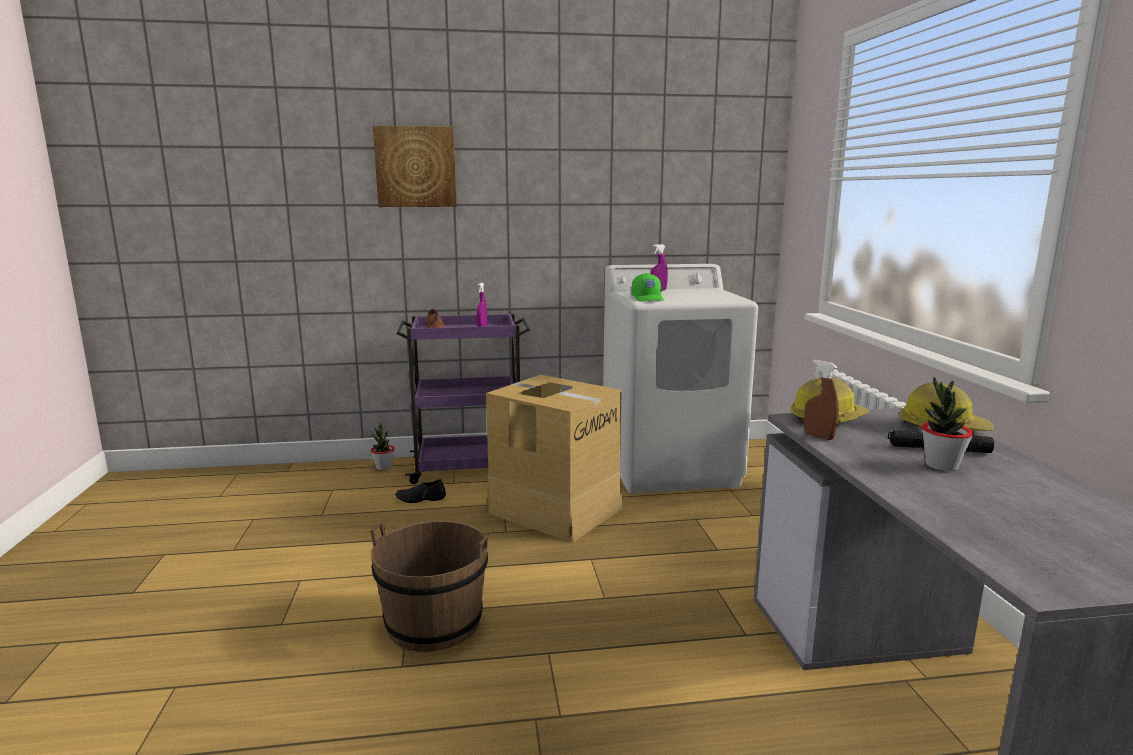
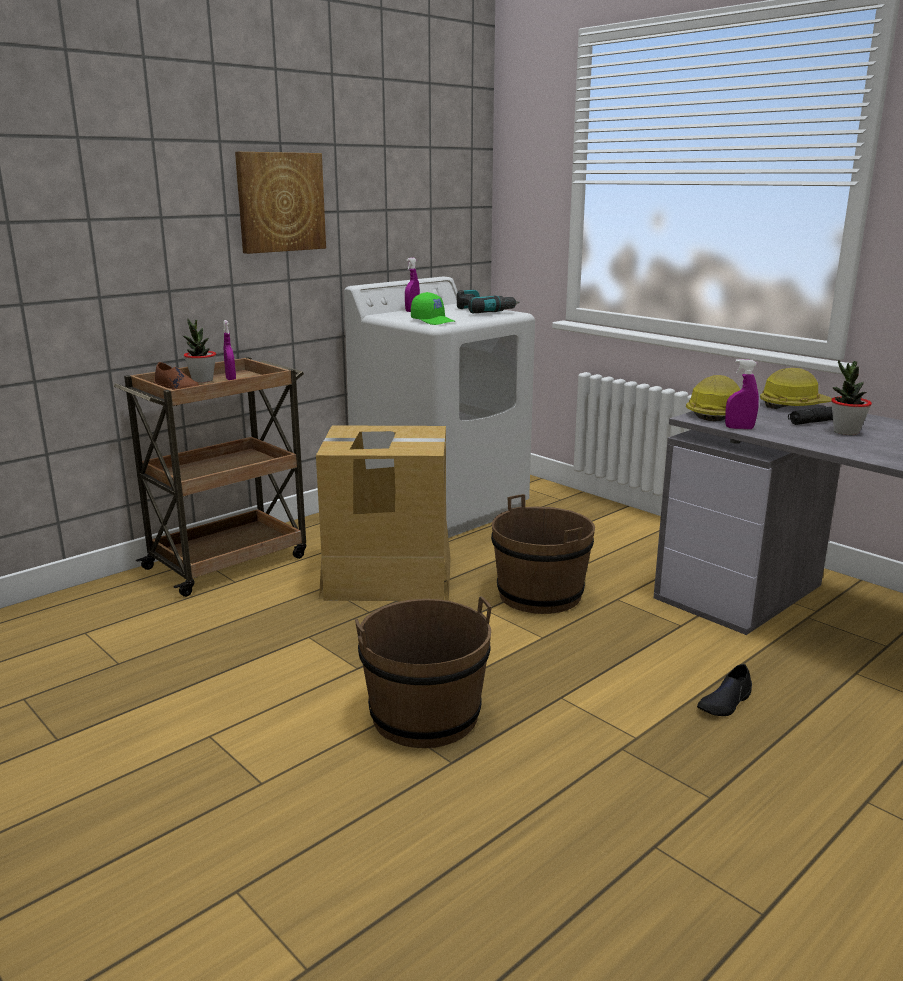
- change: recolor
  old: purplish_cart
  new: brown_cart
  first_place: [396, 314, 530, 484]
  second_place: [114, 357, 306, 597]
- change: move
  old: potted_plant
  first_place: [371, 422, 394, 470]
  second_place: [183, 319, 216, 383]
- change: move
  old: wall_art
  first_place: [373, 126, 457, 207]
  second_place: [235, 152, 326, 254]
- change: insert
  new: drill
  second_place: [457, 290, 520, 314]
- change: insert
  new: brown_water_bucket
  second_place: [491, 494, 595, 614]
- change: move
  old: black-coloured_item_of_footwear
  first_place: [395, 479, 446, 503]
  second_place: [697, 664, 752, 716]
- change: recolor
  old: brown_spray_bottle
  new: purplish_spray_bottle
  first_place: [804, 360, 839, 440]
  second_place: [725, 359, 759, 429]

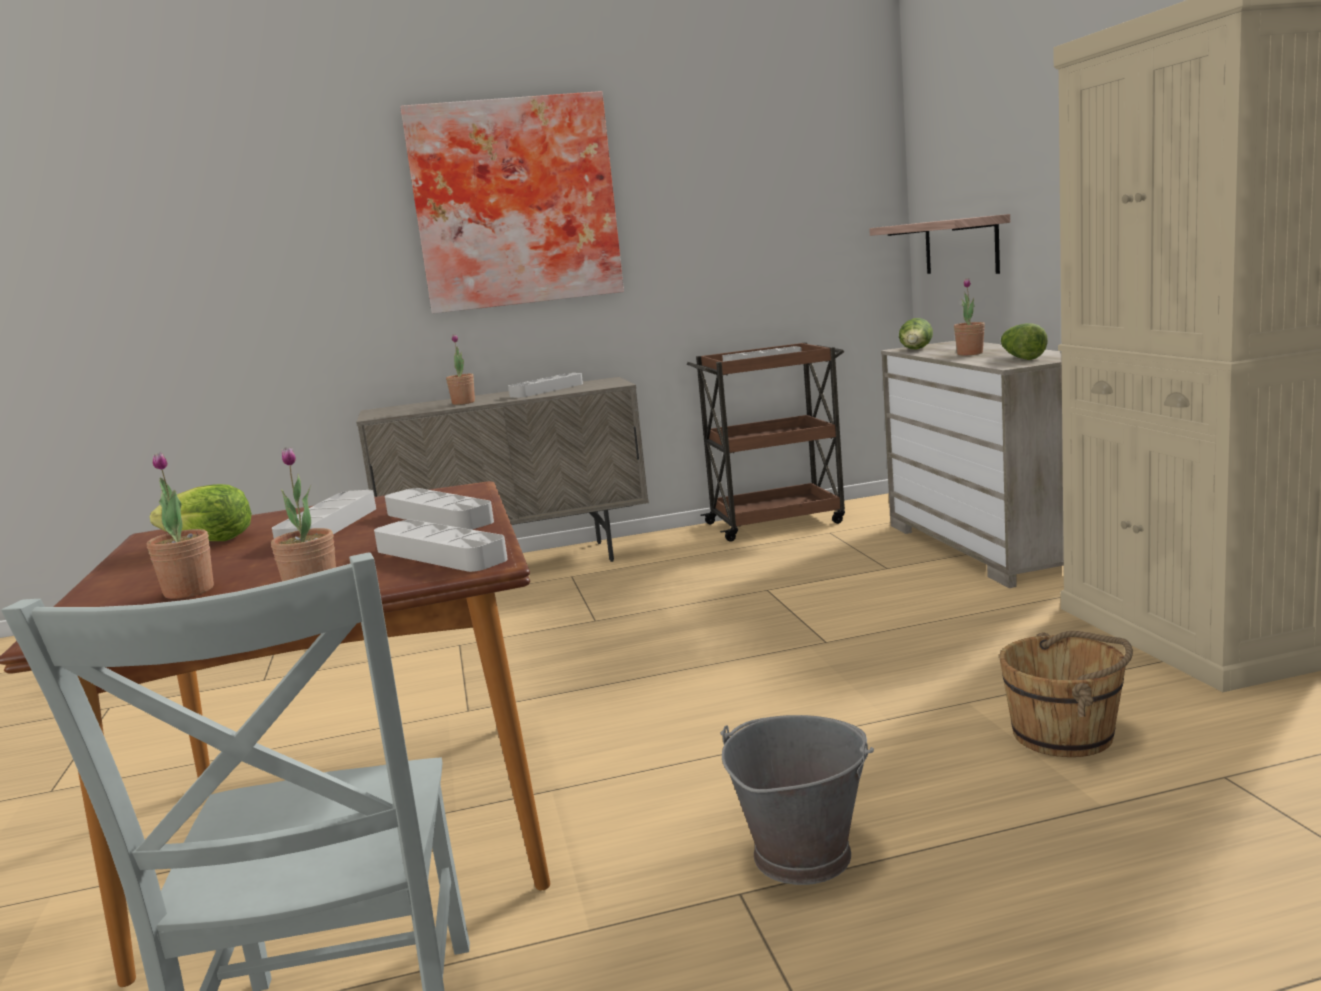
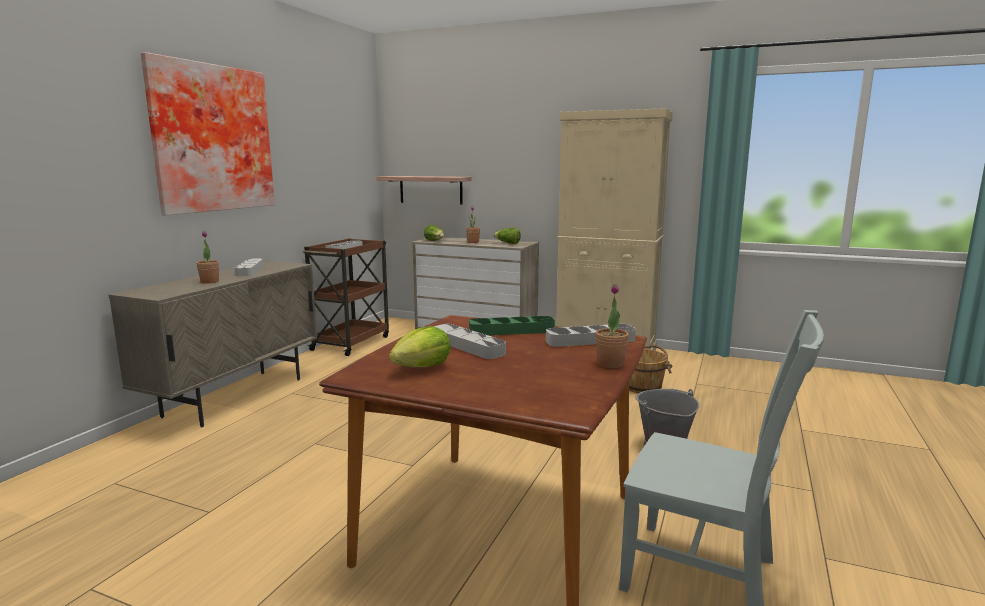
- change: recolor
  old: greyish_tray
  new: greenish_tray
  first_place: [385, 488, 494, 530]
  second_place: [469, 316, 555, 335]
- change: delete
  old: potted_plant
  first_place: [147, 452, 214, 599]

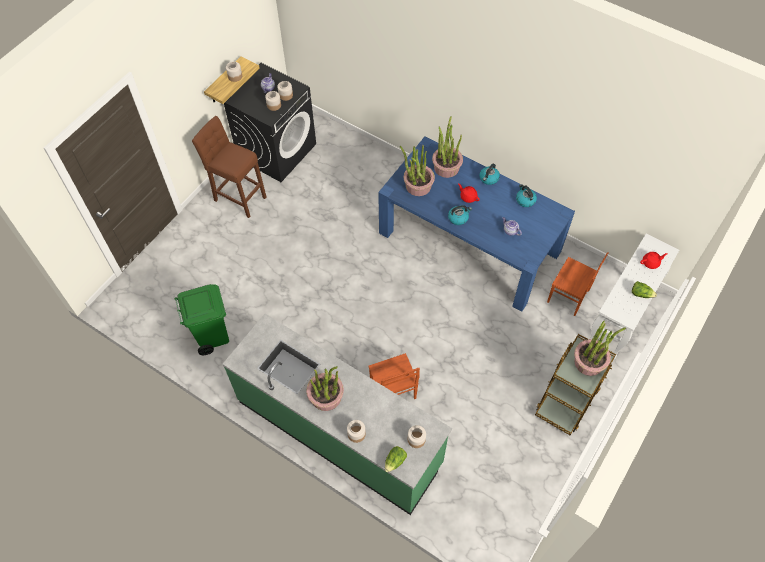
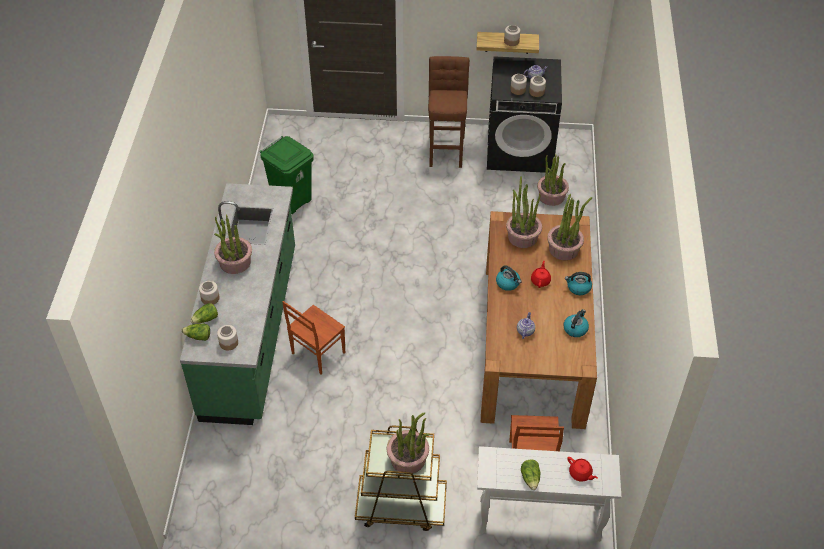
- change: insert
  new: lettuce
  second_place: [190, 303, 218, 323]
- change: recolor
  old: blue_dining_table
  new: brown_dining_table
  first_place: [378, 137, 575, 312]
  second_place: [481, 211, 597, 429]
- change: insert
  new: potted_plant
  second_place: [537, 154, 569, 206]

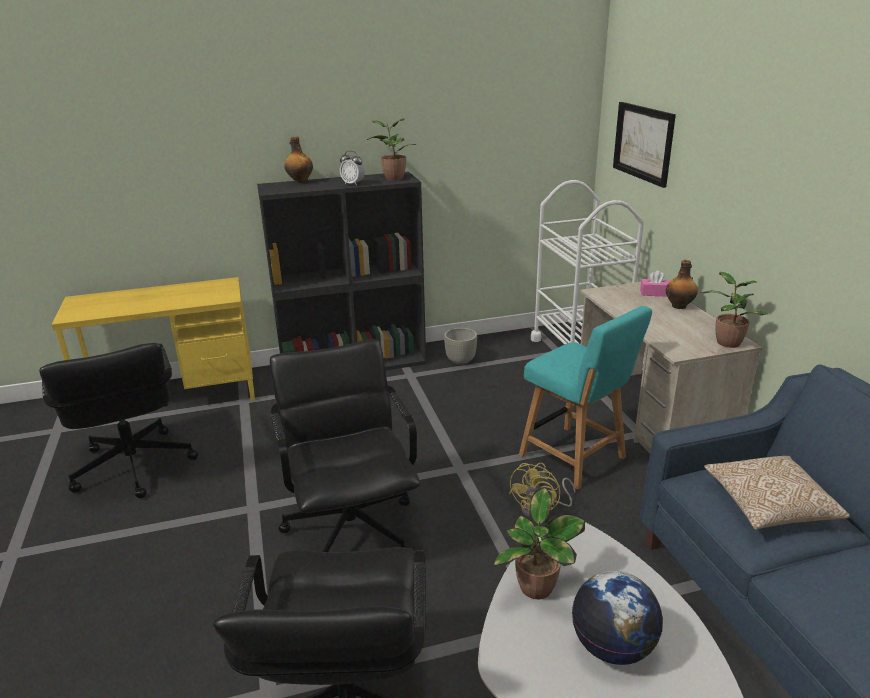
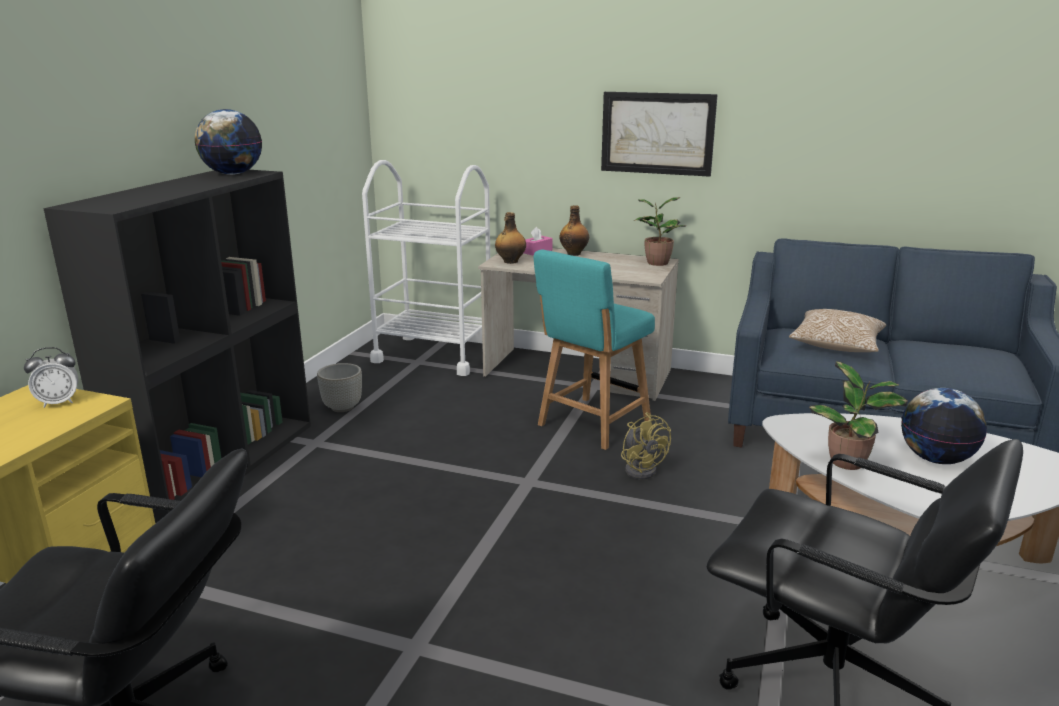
- change: move
  old: table_clock
  first_place: [340, 151, 365, 186]
  second_place: [24, 347, 78, 408]
- change: replace
  old: potted_plant
  new: globe
  first_place: [366, 118, 416, 180]
  second_place: [195, 109, 262, 175]
- change: move
  old: bottle
  first_place: [284, 136, 313, 183]
  second_place: [495, 212, 526, 264]
- change: rotate
  old: blue-green_upright_chair
  first_place: [519, 306, 652, 490]
  second_place: [534, 250, 655, 450]
  degrees: 135
- change: move
  old: wall_art
  first_place: [613, 102, 676, 188]
  second_place: [601, 92, 718, 177]
- change: delete
  old: black-coloured_office_chair
  first_place: [270, 339, 420, 552]

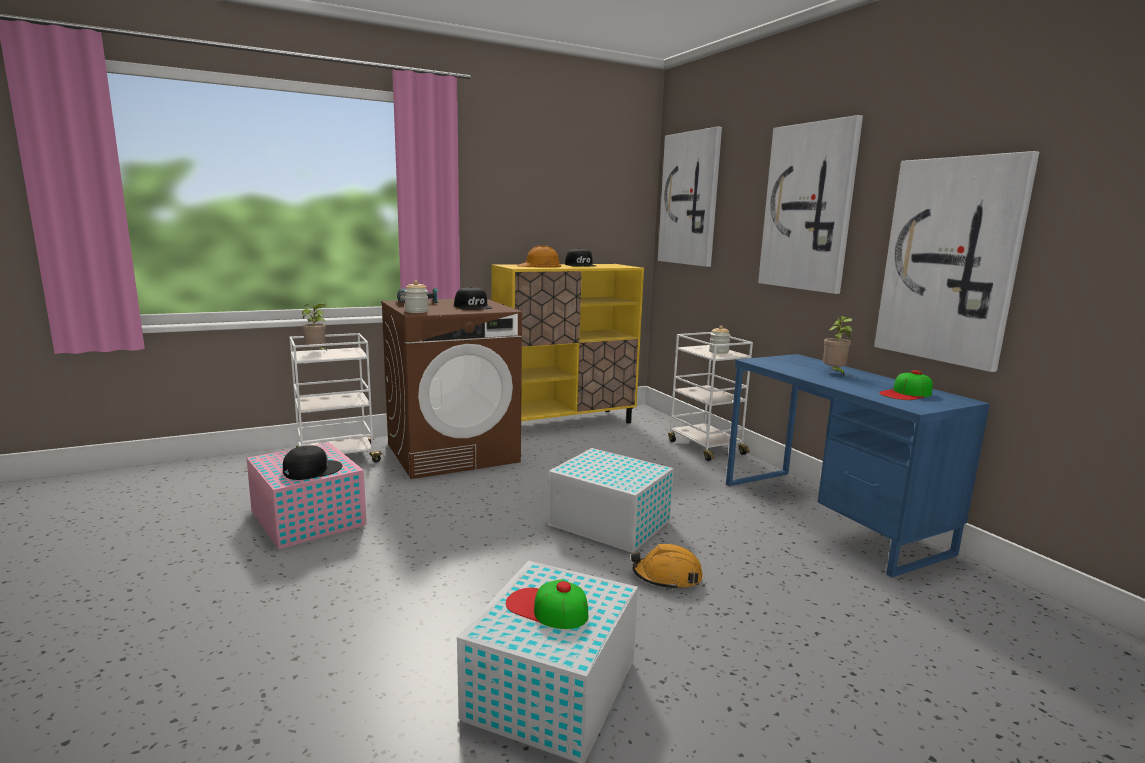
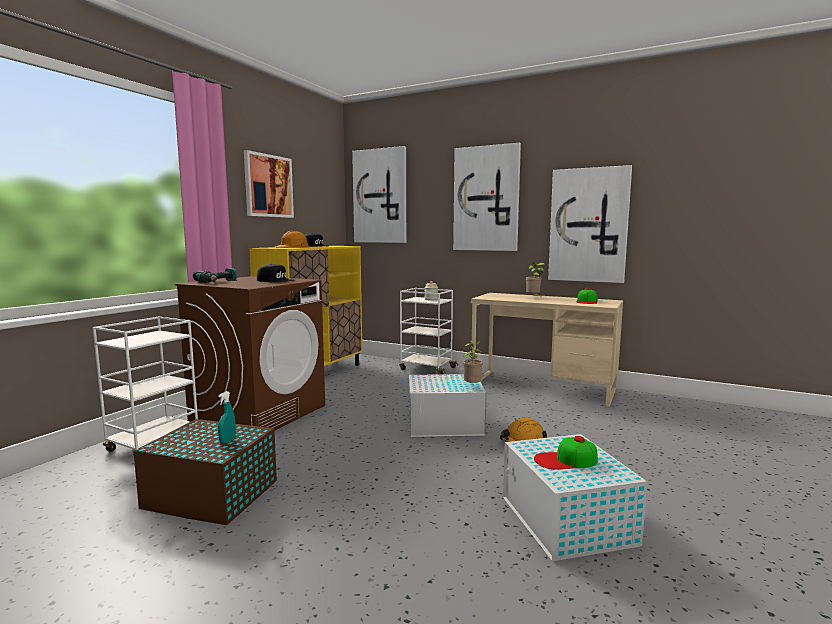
- change: recolor
  old: pink-coloured_storage_container
  new: brown_storage_container
  first_place: [247, 442, 367, 549]
  second_place: [134, 419, 277, 525]
- change: replace
  old: black-coloured_cap
  new: blue-green_spray_bottle
  first_place: [283, 445, 343, 480]
  second_place: [218, 391, 236, 444]
- change: insert
  new: wall_art
  second_place: [244, 150, 294, 218]
- change: move
  old: potted_plant
  first_place: [302, 303, 327, 350]
  second_place: [463, 341, 483, 383]
- change: recolor
  old: blue_desk
  new: beige-coloured_desk
  first_place: [726, 354, 990, 577]
  second_place: [471, 293, 623, 407]
- change: delete
  old: preserve_jar
  first_place: [404, 281, 428, 313]

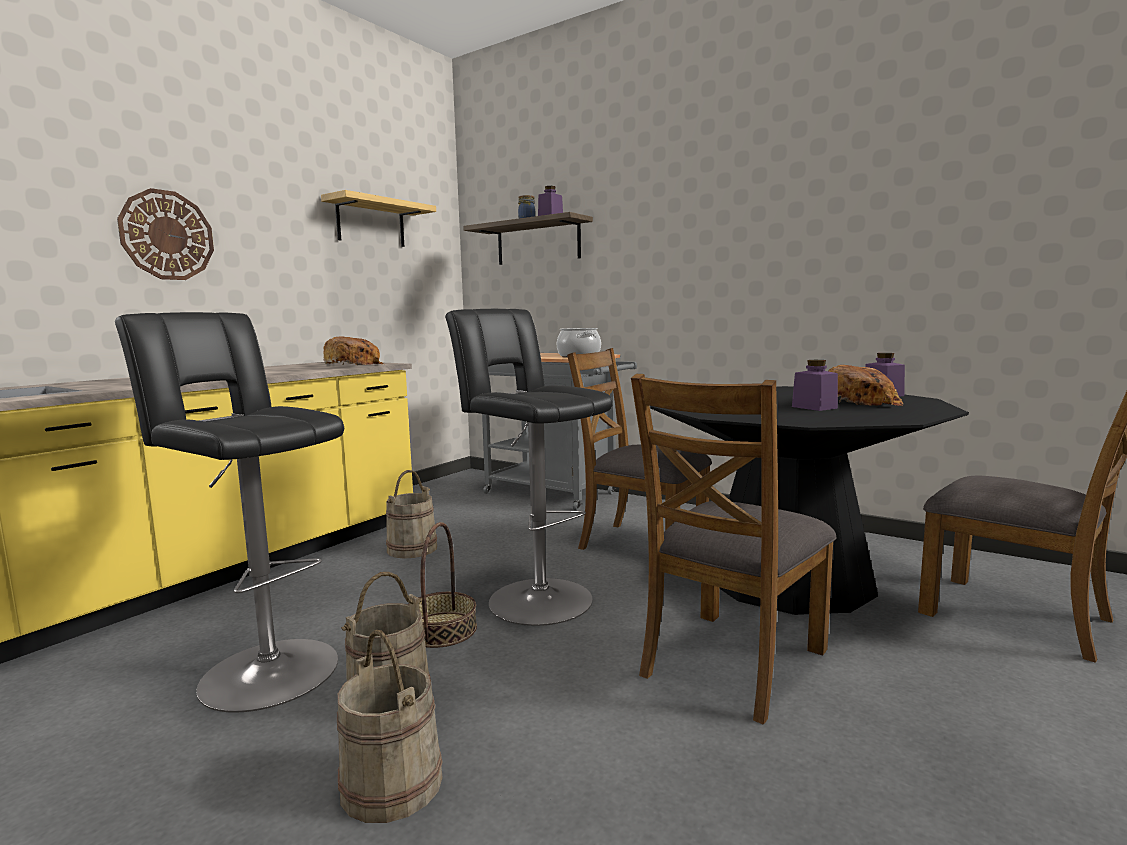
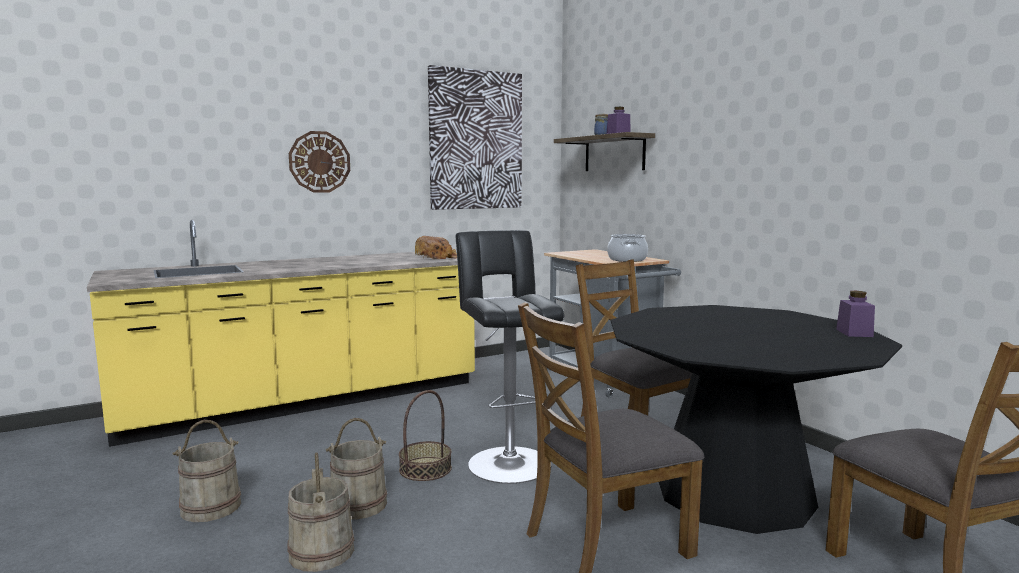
- change: move
  old: beige-coloured_water_bucket
  first_place: [386, 470, 437, 559]
  second_place: [172, 420, 241, 522]
- change: replace
  old: wall_shelf
  new: wall_art
  first_place: [321, 190, 436, 247]
  second_place: [428, 65, 522, 210]
- change: delete
  old: black-coloured_stool_seat
  first_place: [115, 312, 344, 713]
- change: delete
  old: purplish_preserve_jar
  first_place: [792, 360, 838, 411]
- change: delete
  old: bakery_bread
  first_place: [828, 365, 904, 406]

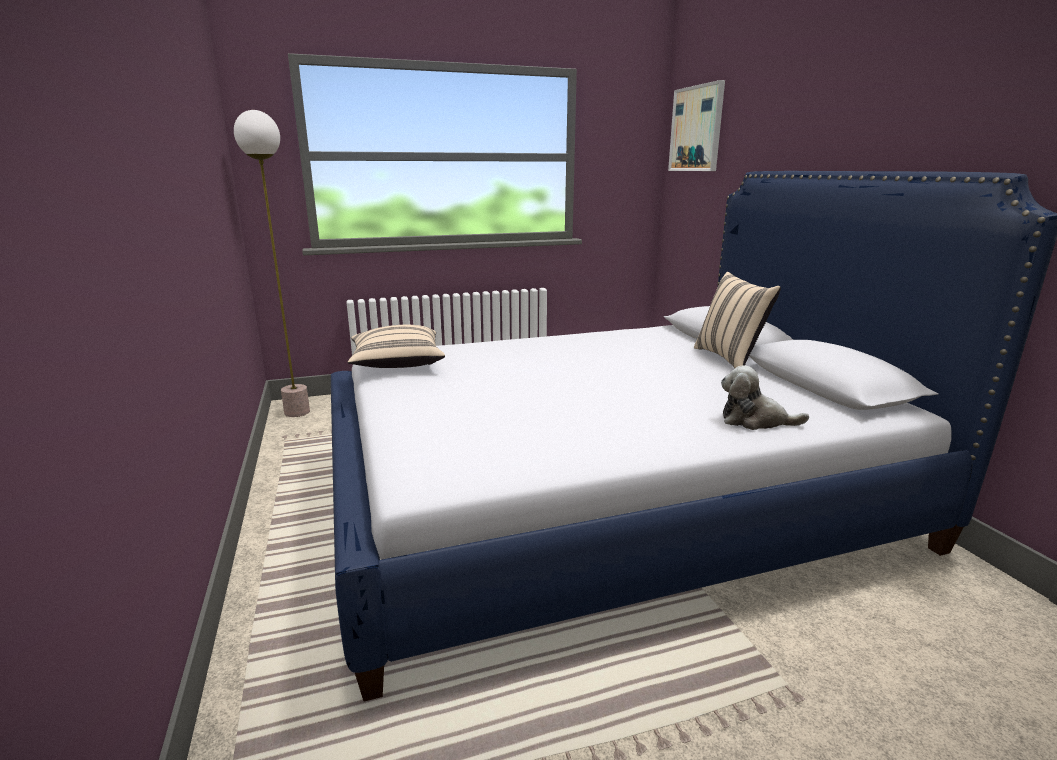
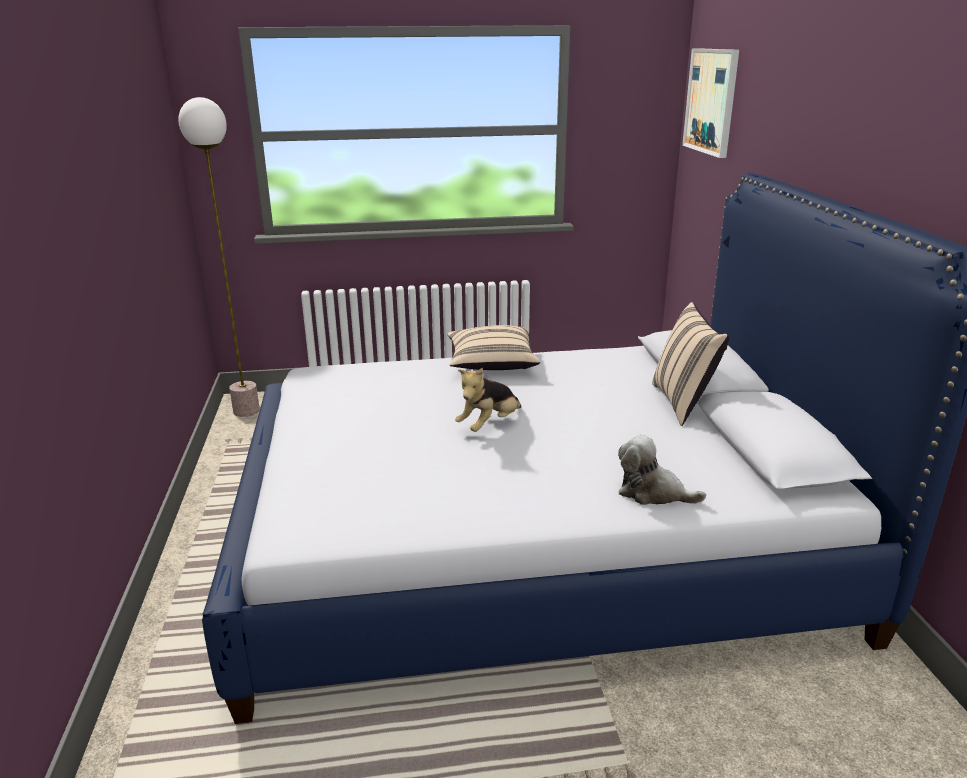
- change: move
  old: beige-coloured_cushion
  first_place: [348, 325, 445, 368]
  second_place: [447, 325, 540, 370]
- change: insert
  new: soft_toy
  second_place: [455, 368, 521, 432]

